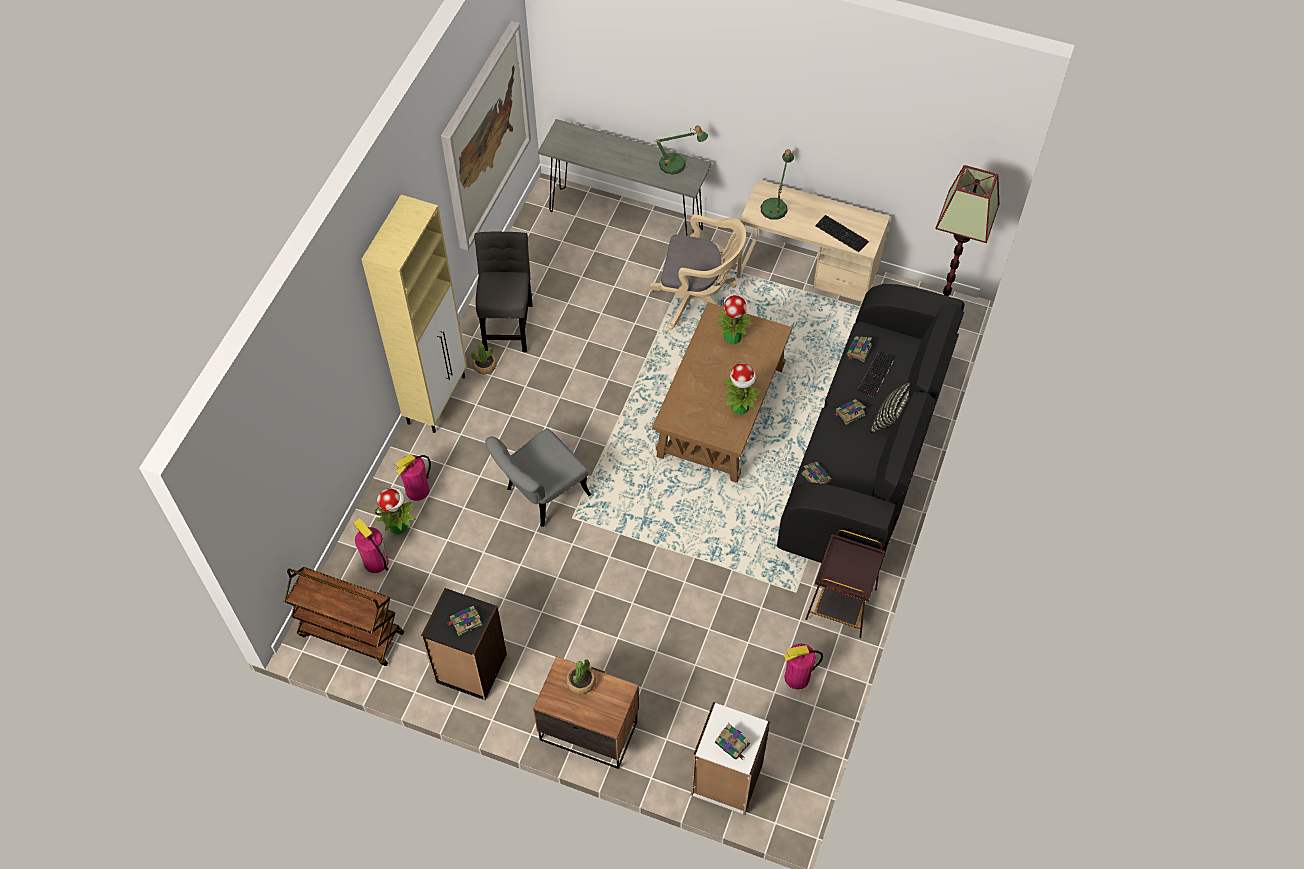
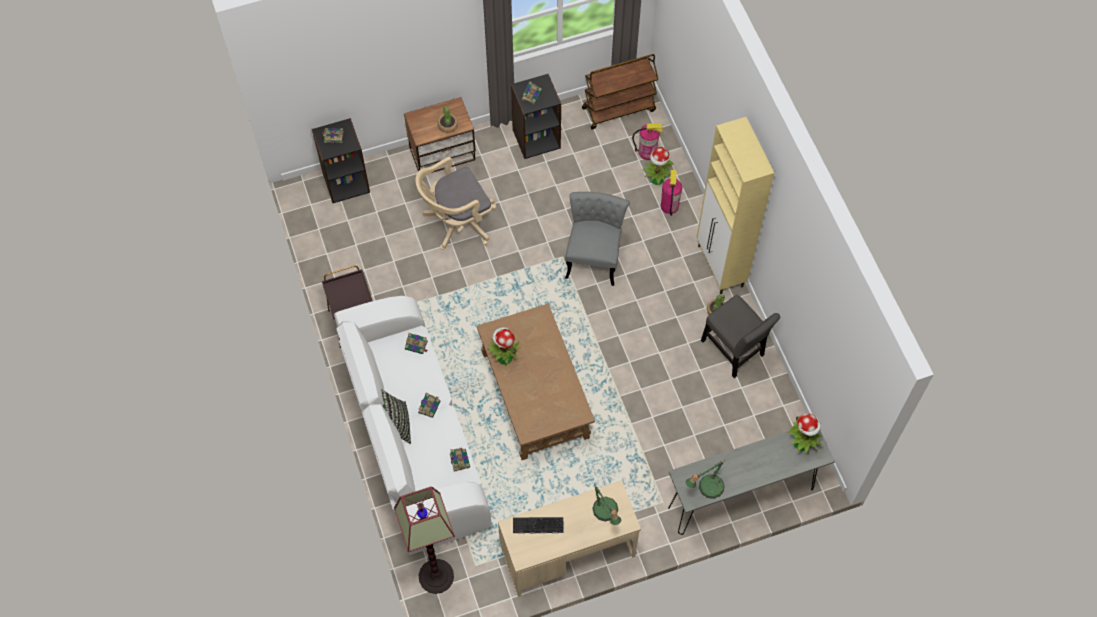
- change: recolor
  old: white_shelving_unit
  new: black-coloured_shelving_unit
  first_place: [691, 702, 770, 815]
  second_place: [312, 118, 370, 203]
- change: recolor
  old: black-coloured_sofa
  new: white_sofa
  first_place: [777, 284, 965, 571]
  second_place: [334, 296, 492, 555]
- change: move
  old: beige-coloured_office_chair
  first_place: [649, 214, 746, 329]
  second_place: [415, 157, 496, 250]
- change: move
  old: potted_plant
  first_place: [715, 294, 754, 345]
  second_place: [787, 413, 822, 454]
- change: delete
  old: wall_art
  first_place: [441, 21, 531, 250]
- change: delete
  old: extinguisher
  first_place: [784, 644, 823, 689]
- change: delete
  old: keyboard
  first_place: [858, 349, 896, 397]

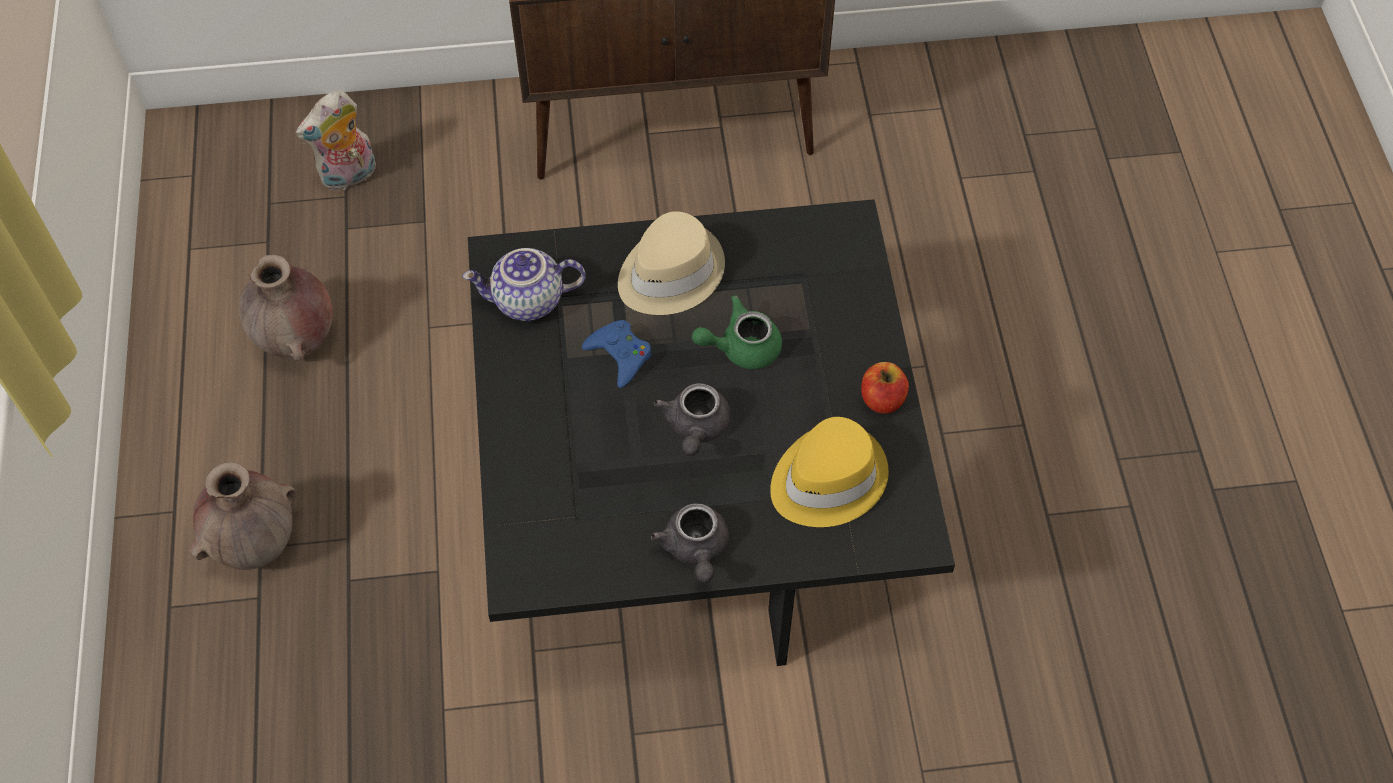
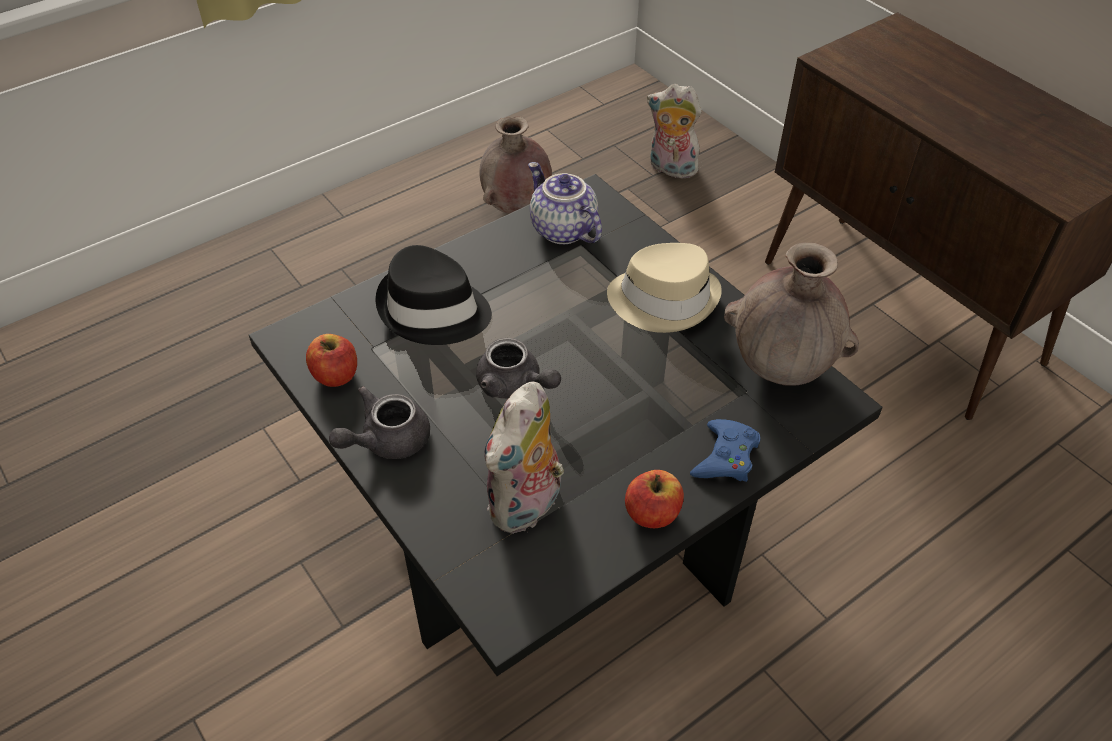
- change: insert
  new: apple_fruit
  second_place: [306, 334, 357, 387]
- change: insert
  new: black-coloured_hat
  second_place: [376, 245, 492, 345]
- change: rotate
  old: greyish_teapot
  first_place: [654, 383, 731, 456]
  second_place: [476, 338, 561, 399]
  degrees: -120
- change: replace
  old: yellow-coloured_hat
  new: soft_toy
  first_place: [770, 417, 889, 527]
  second_place: [484, 382, 564, 534]
- change: move
  old: blue_gamepad
  first_place: [582, 320, 652, 388]
  second_place: [690, 419, 760, 482]
- change: move
  old: brown_vase
  first_place: [190, 462, 296, 570]
  second_place: [724, 242, 859, 386]
- change: delete
  old: greenish_teapot
  first_place: [692, 295, 782, 369]

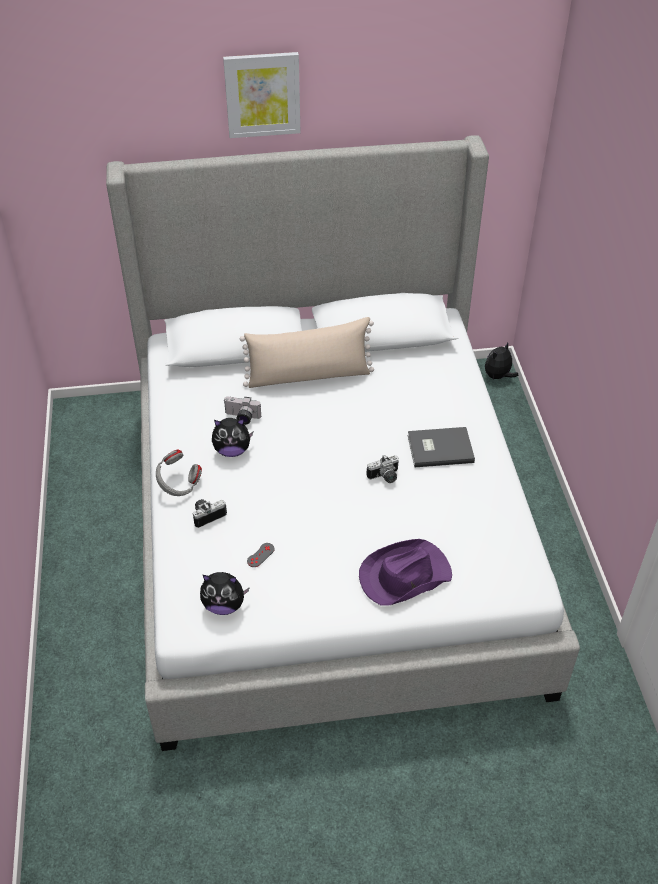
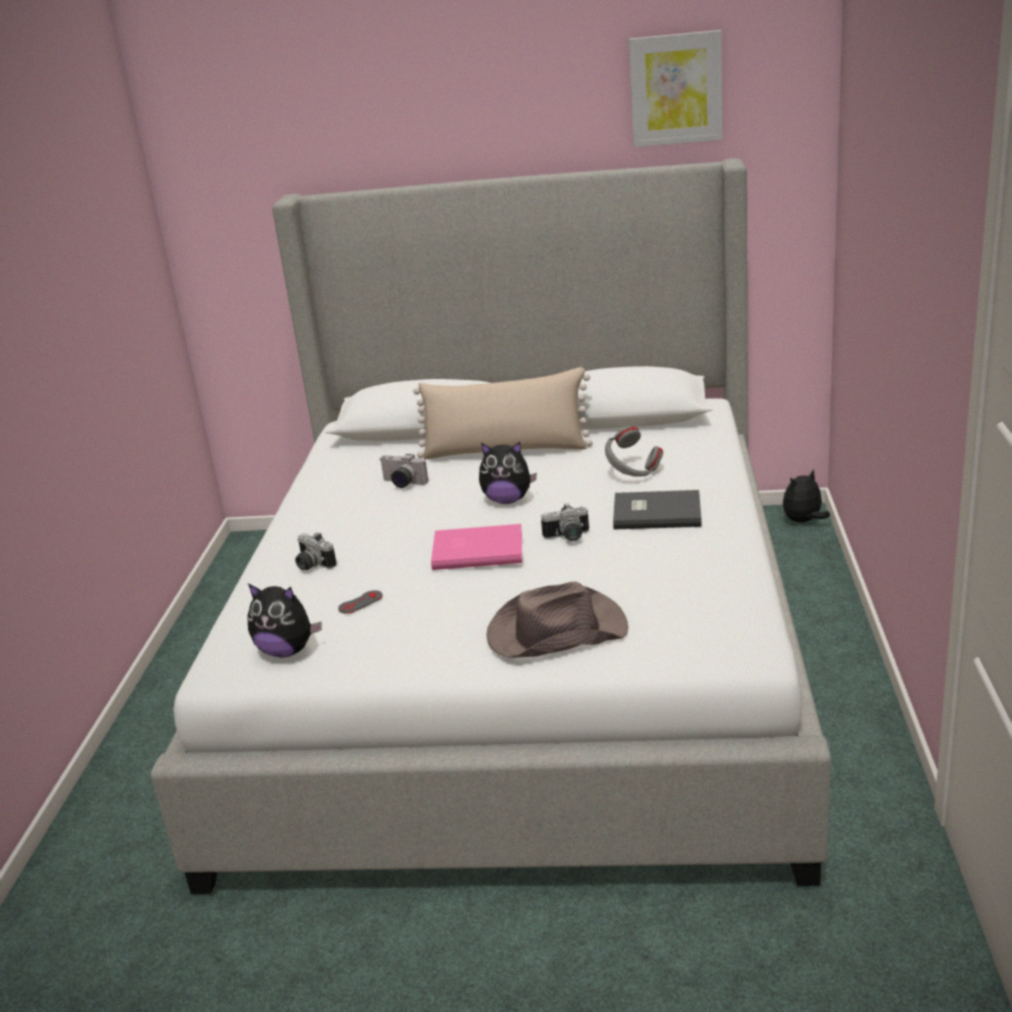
- change: rotate
  old: still_camera
  first_place: [193, 499, 227, 528]
  second_place: [295, 532, 336, 570]
  degrees: -120
- change: insert
  new: pink-coloured_volume
  second_place: [431, 524, 522, 570]
- change: move
  old: soft_toy
  first_place: [212, 418, 253, 457]
  second_place: [479, 442, 537, 504]
- change: recolor
  old: purplish_hat
  new: brown_hat
  first_place: [359, 539, 452, 606]
  second_place: [487, 582, 628, 658]
- change: move
  old: greyish_headphones
  first_place: [156, 449, 202, 496]
  second_place: [605, 426, 663, 477]
- change: move
  old: wall_art
  first_place: [223, 52, 300, 138]
  second_place: [629, 30, 723, 147]

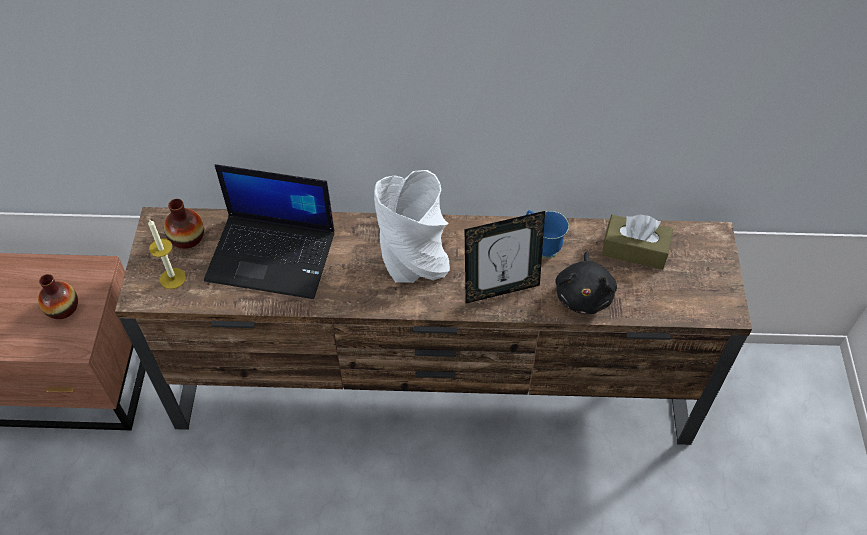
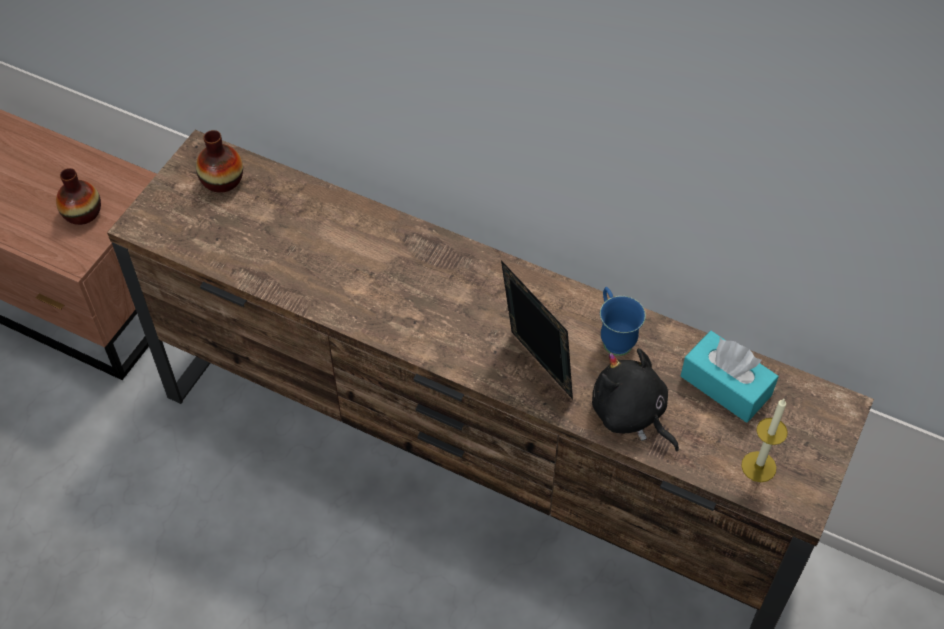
- change: rotate
  old: photo_frame
  first_place: [465, 211, 545, 303]
  second_place: [501, 260, 573, 399]
  degrees: -135
- change: rotate
  old: black-coloured_soft_toy
  first_place: [555, 252, 617, 314]
  second_place: [592, 348, 679, 451]
  degrees: 105
- change: recolor
  old: brown_tissue_box
  new: blue-green_tissue_box
  first_place: [602, 214, 673, 270]
  second_place: [681, 331, 778, 423]
- change: move
  old: wax_light
  first_place: [148, 219, 186, 289]
  second_place: [741, 399, 788, 482]
- change: delete
  old: portable_computer
  first_place: [204, 164, 334, 299]
- change: delete
  old: white_vase
  first_place: [374, 170, 450, 283]

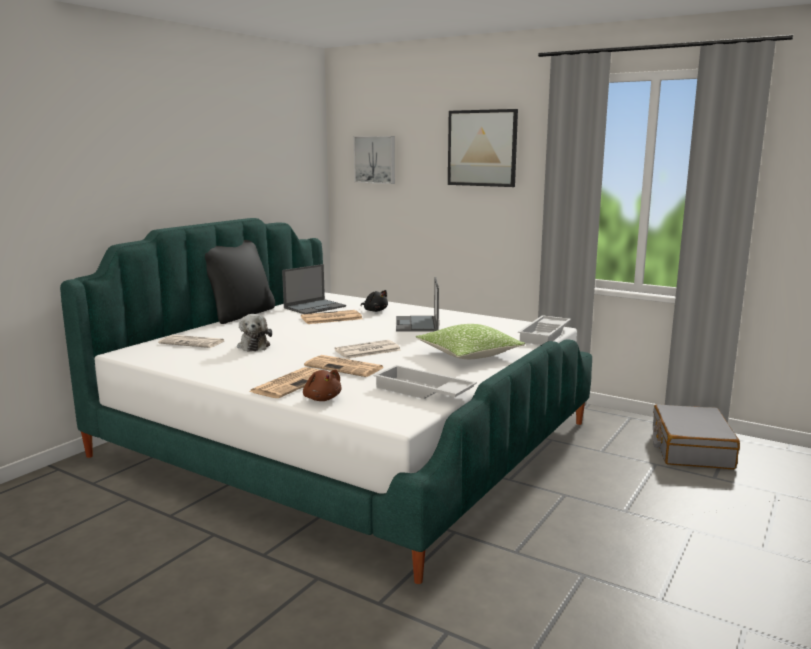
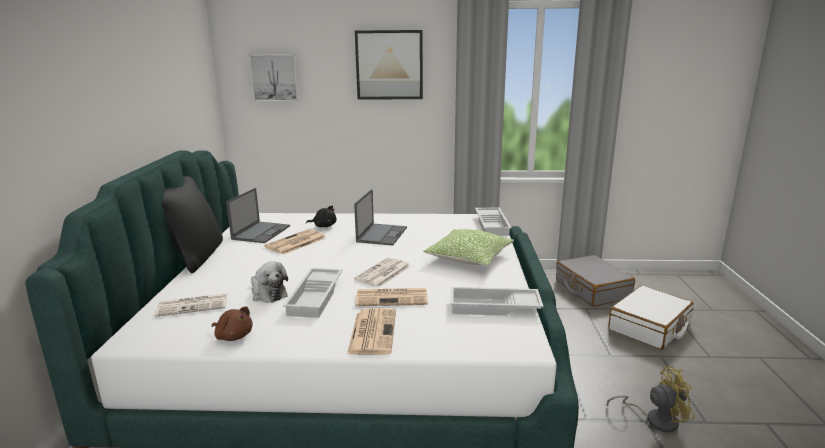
- change: move
  old: brown_soft_toy
  first_place: [303, 370, 341, 401]
  second_place: [212, 306, 253, 341]
- change: insert
  new: white_tray
  second_place: [283, 268, 343, 318]
- change: rotate
  old: portable_computer
  first_place: [396, 277, 439, 332]
  second_place: [354, 189, 407, 245]
  degrees: -135
- change: insert
  new: yellow-coloured_electric_fan
  second_place: [607, 366, 695, 432]
- change: insert
  new: white_piece_of_luggage
  second_place: [608, 286, 694, 350]

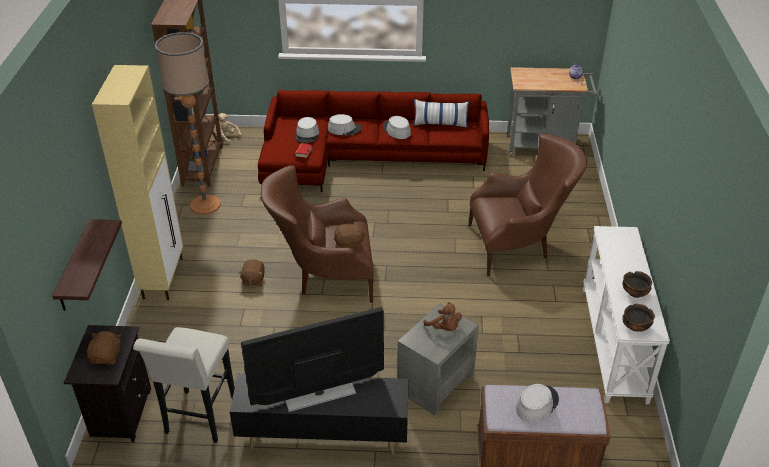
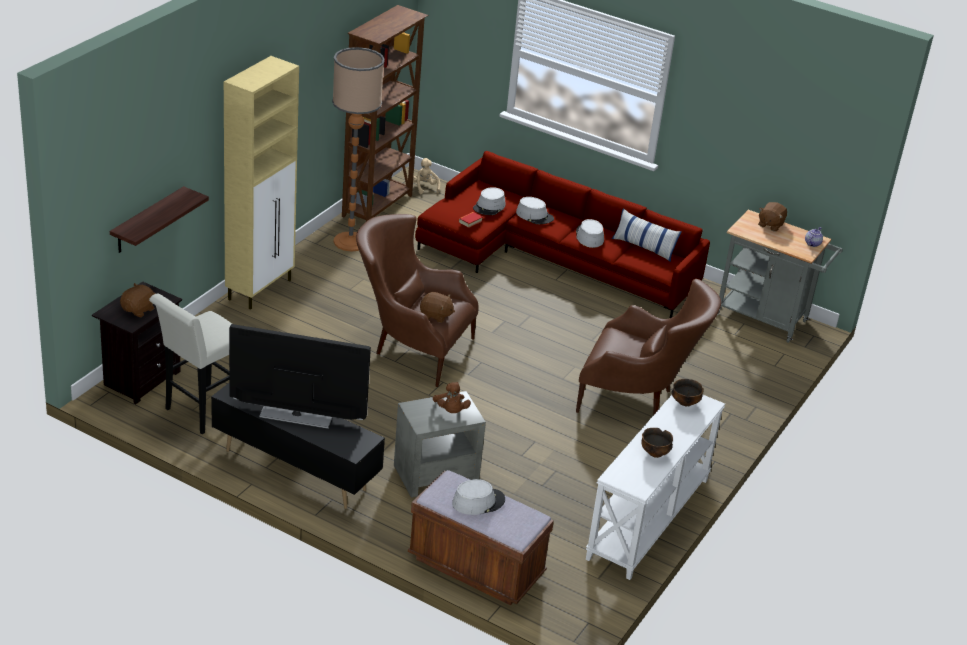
- change: move
  old: bowl
  first_place: [622, 304, 655, 332]
  second_place: [671, 379, 704, 406]
- change: move
  old: brown_soft_toy
  first_place: [239, 259, 265, 286]
  second_place: [758, 202, 787, 231]

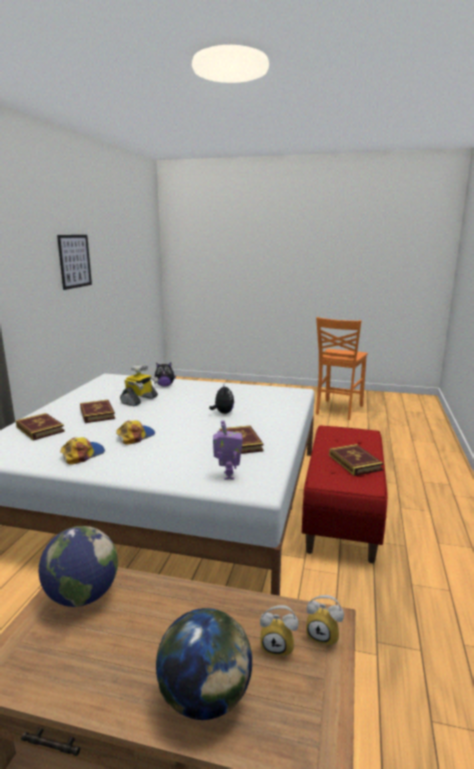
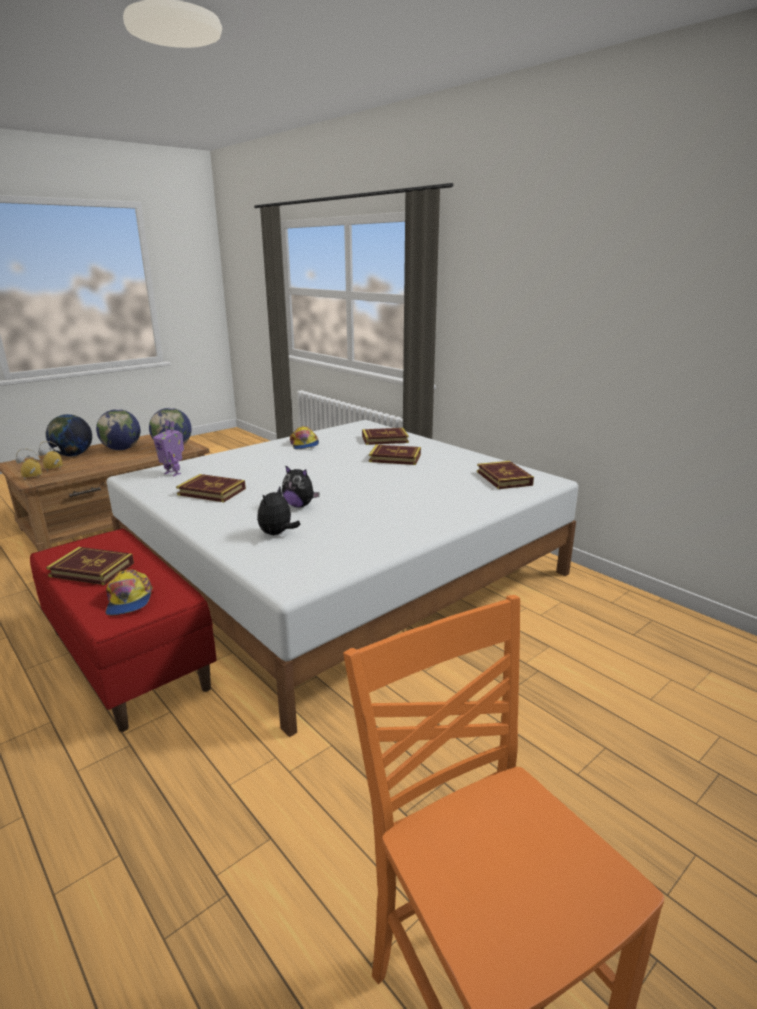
- change: insert
  new: globe
  second_place: [96, 409, 140, 450]
- change: move
  old: cap
  first_place: [116, 420, 155, 445]
  second_place: [105, 570, 153, 616]
- change: move
  old: soft_toy
  first_place: [155, 363, 176, 387]
  second_place: [257, 486, 301, 535]
- change: insert
  new: volume
  second_place: [477, 461, 534, 489]
- change: delete
  old: wall_art
  first_place: [57, 235, 92, 290]
- change: delete
  old: robot_figure
  first_place: [120, 364, 158, 406]

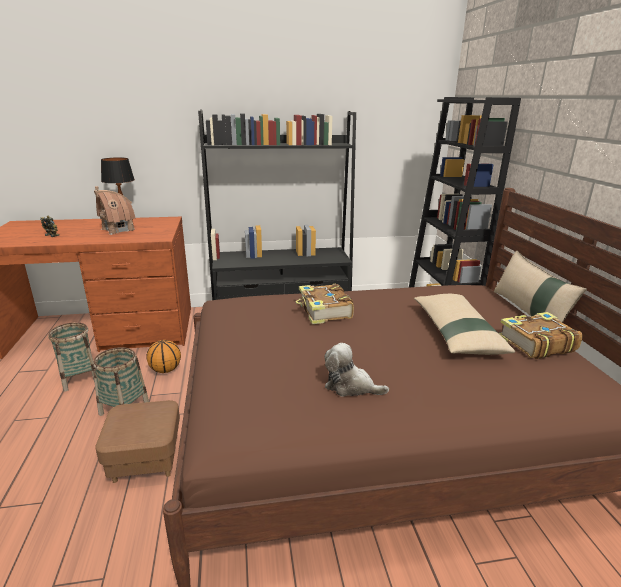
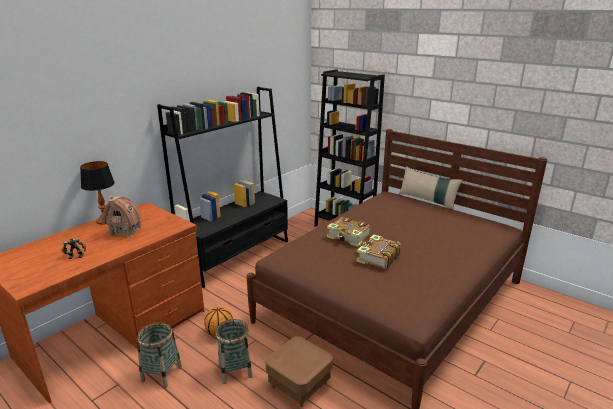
- change: move
  old: volume
  first_place: [499, 312, 583, 359]
  second_place: [357, 234, 401, 269]
- change: delete
  old: soft_toy
  first_place: [324, 343, 389, 396]
- change: delete
  old: beige-coloured_cushion
  first_place: [414, 294, 515, 355]

